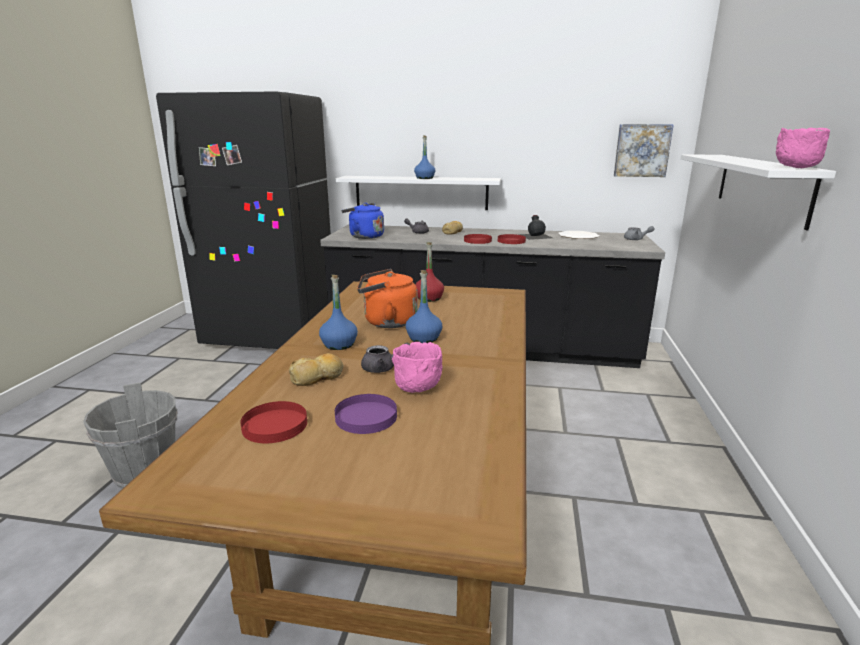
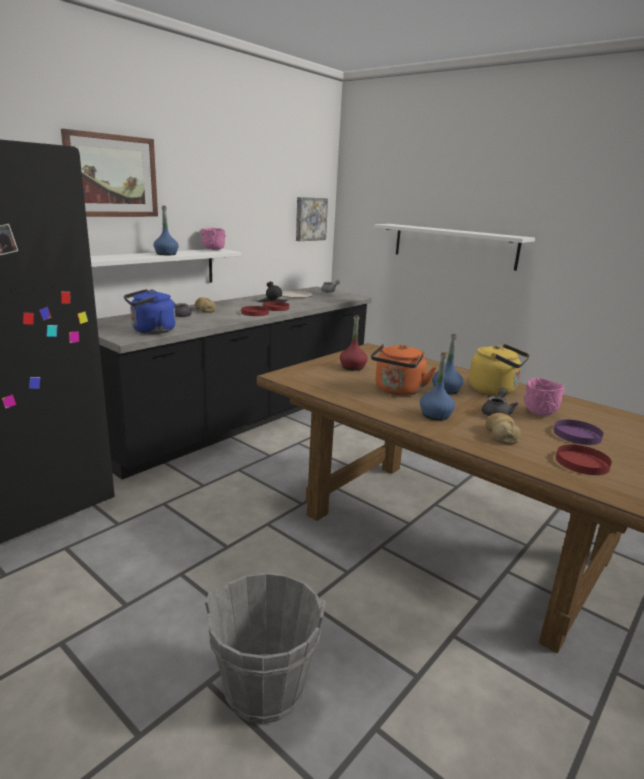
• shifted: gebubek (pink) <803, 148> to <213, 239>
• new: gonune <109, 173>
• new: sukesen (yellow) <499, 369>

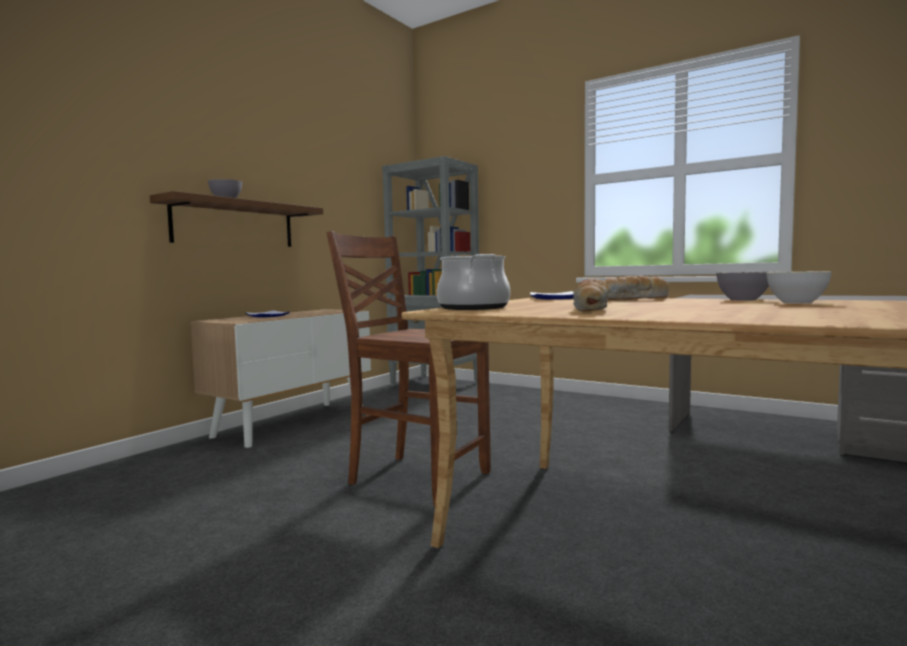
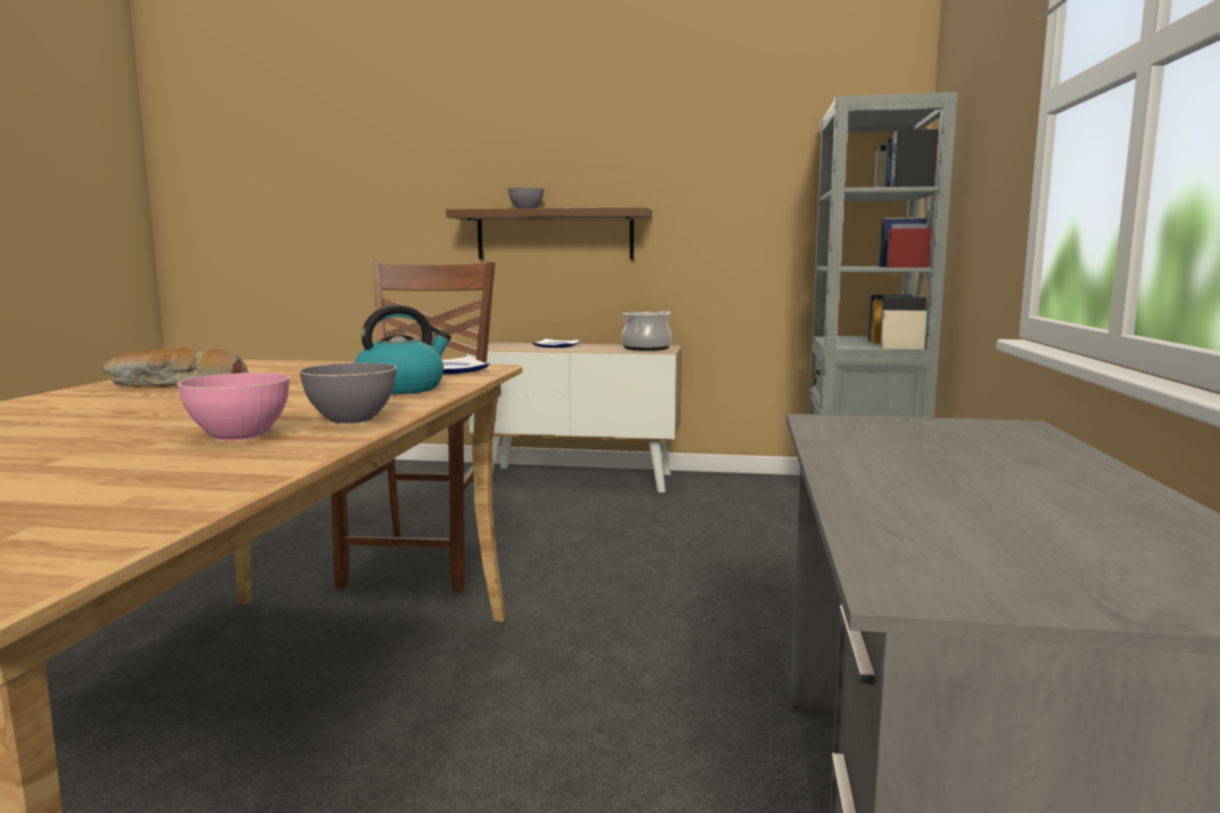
• shifted: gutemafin <473, 282> to <646, 331>
• repainted: gebubek (grey) <799, 287> to gebubek (pink) <233, 407>
• swapped: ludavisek <636, 288> to sukesen <403, 349>

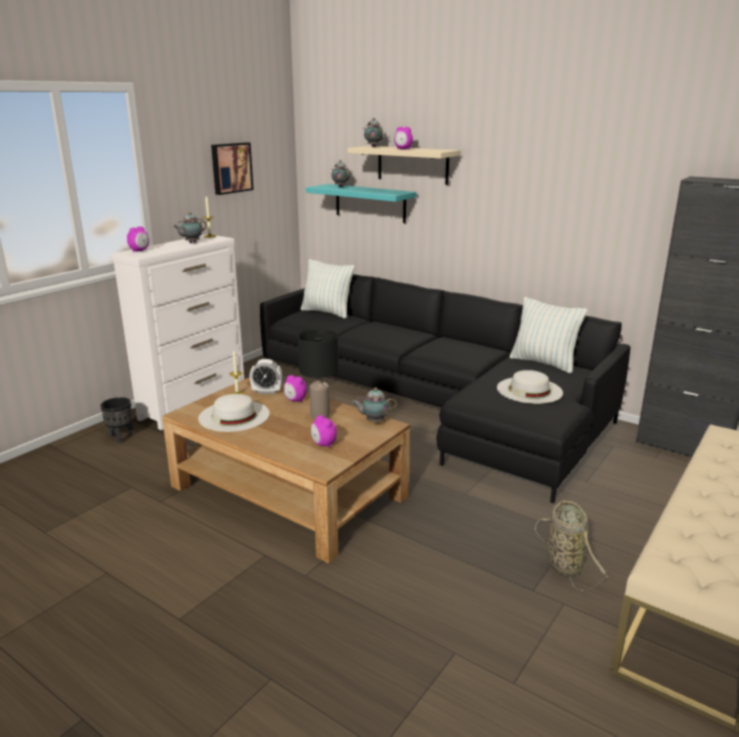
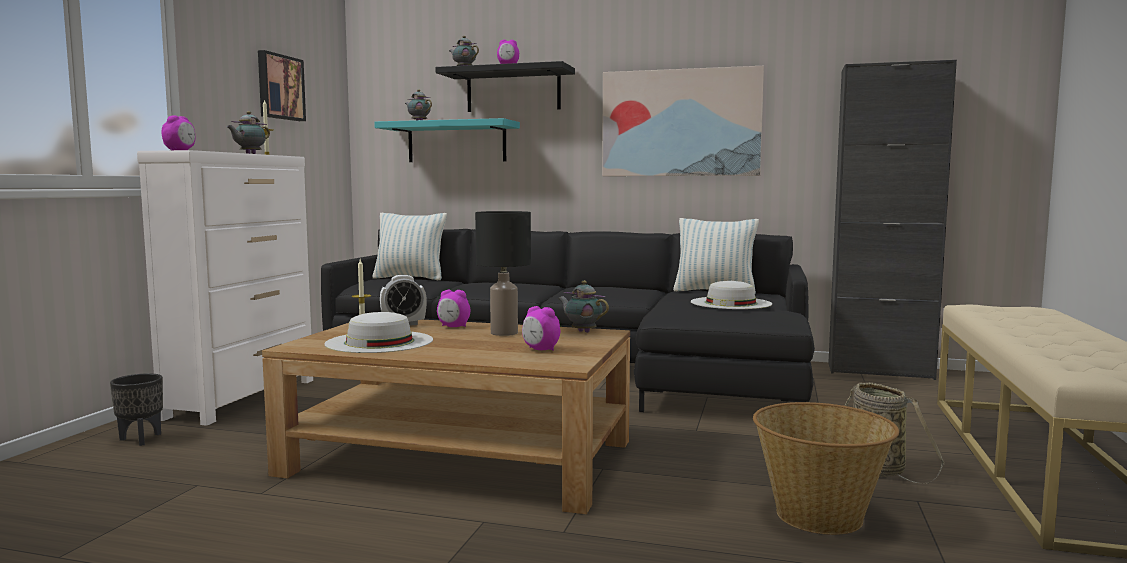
• repainted: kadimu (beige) <404, 165> to kadimu (black) <505, 86>
• rotated: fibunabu <374, 404> = <583, 307> 60 degrees clockwise
• new: gonune <683, 121>
• new: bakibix <826, 468>

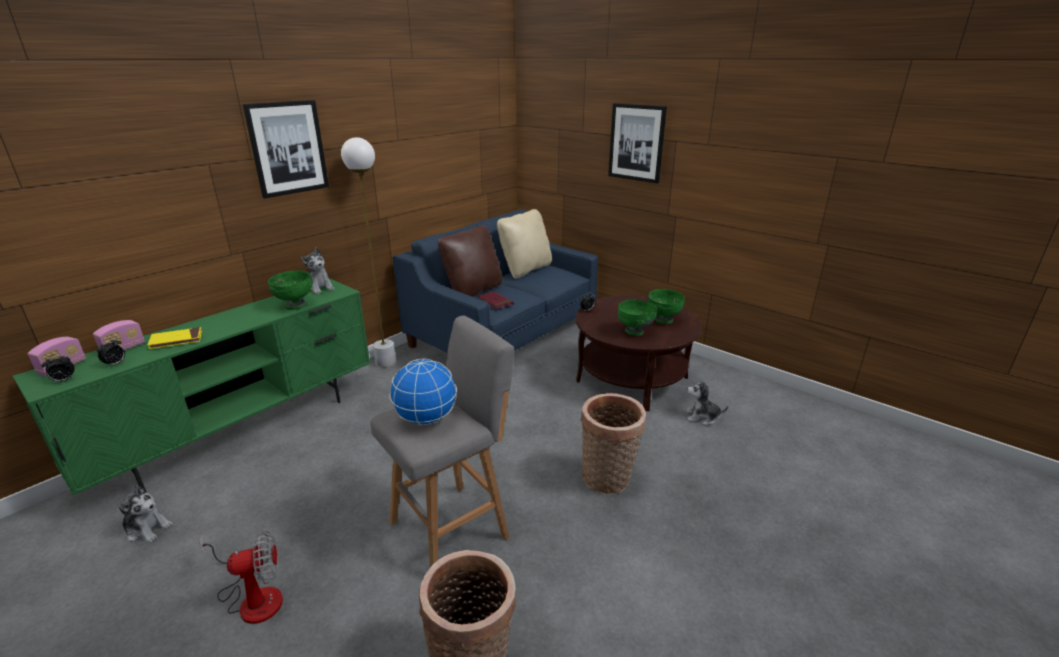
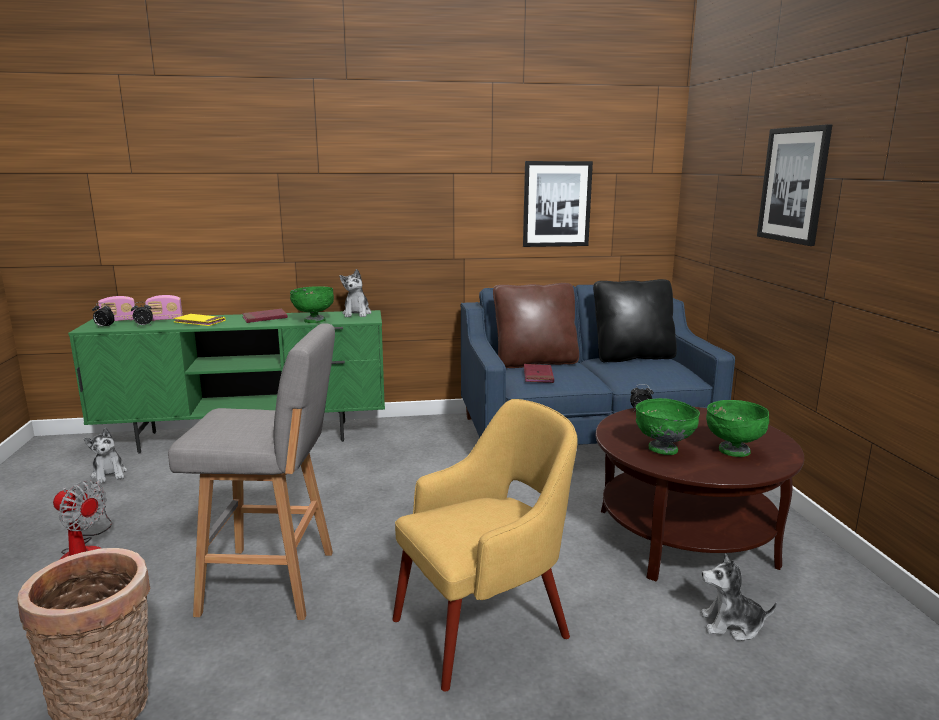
• shifted: gonune <286, 149> to <558, 204>
• gone: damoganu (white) <368, 252>
• repainted: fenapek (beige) <524, 244> to fenapek (black) <635, 320>
• gone: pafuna <423, 392>
• rotated: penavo <708, 401> = <739, 597> 45 degrees counterclockwise
• swapped: bakibix <613, 443> to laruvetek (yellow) <485, 545>
• new: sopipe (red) <265, 316>

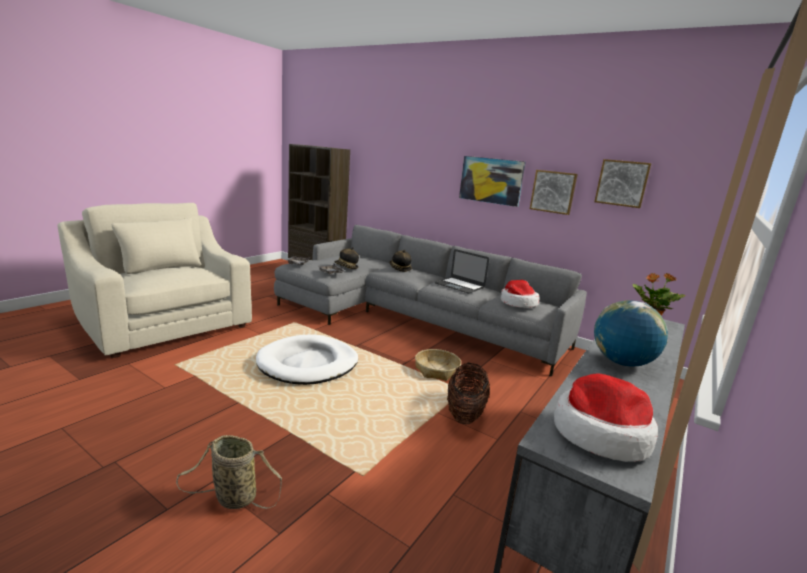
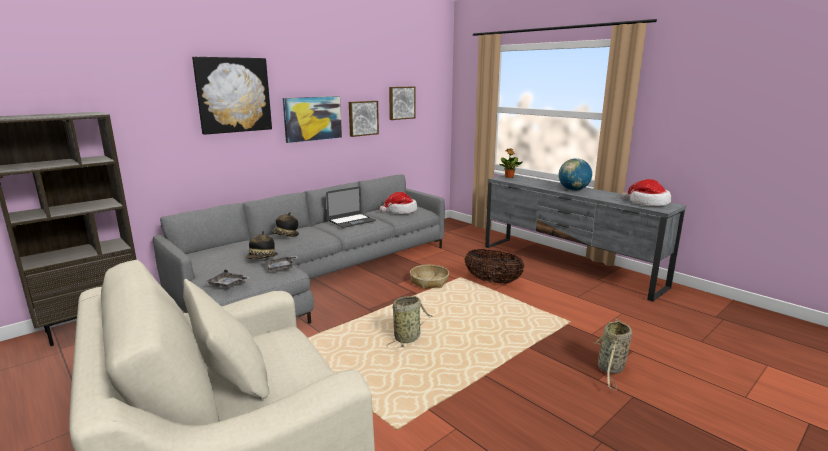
• swapped: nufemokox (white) <307, 360> to bakibix <409, 322>
• new: gonune <232, 96>

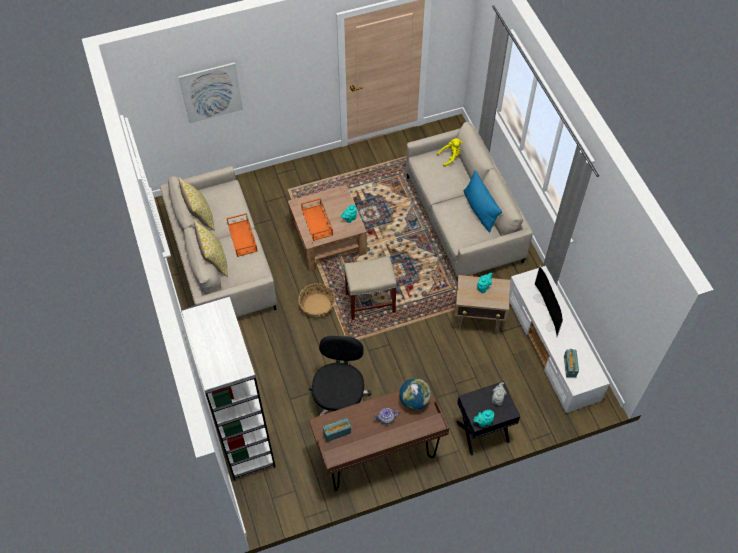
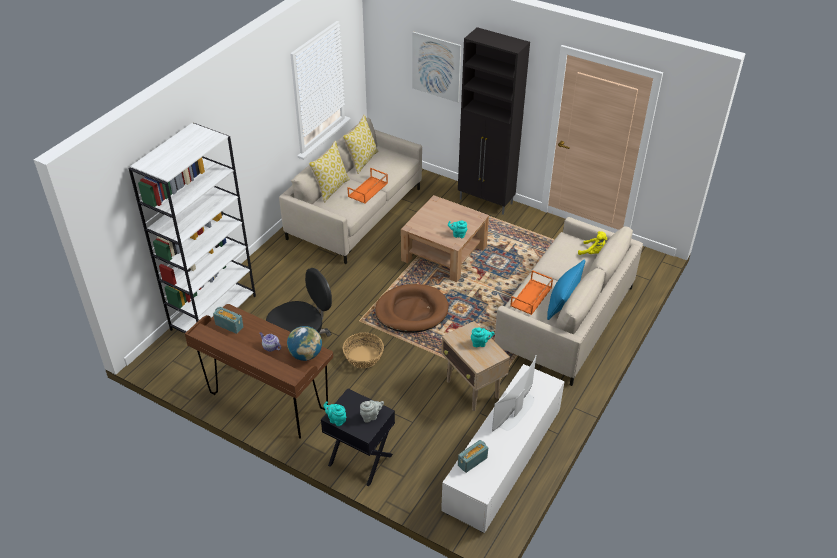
• shifted: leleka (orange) <317, 219> to <531, 292>
• swapped: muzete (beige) <370, 288> to nufemokox (brown) <412, 308>
• shifted: bakibix <316, 300> to <363, 350>
• new: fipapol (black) <494, 121>

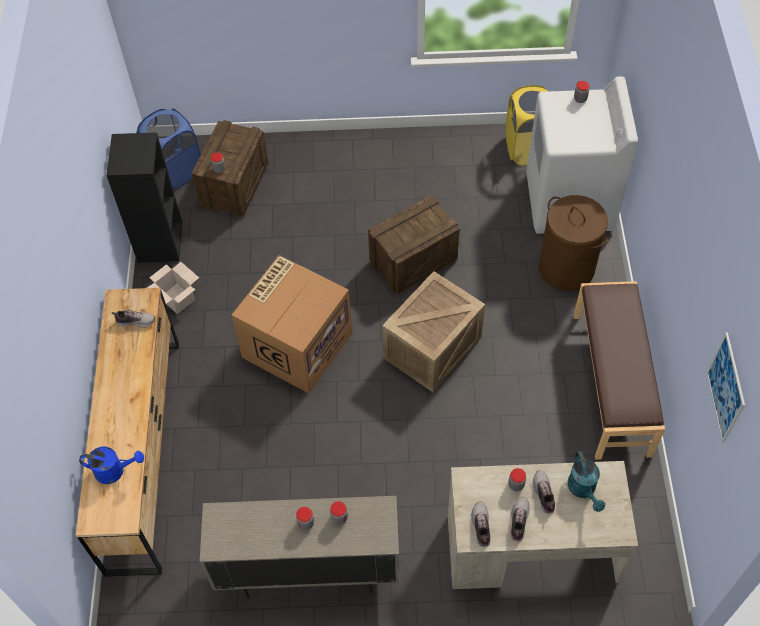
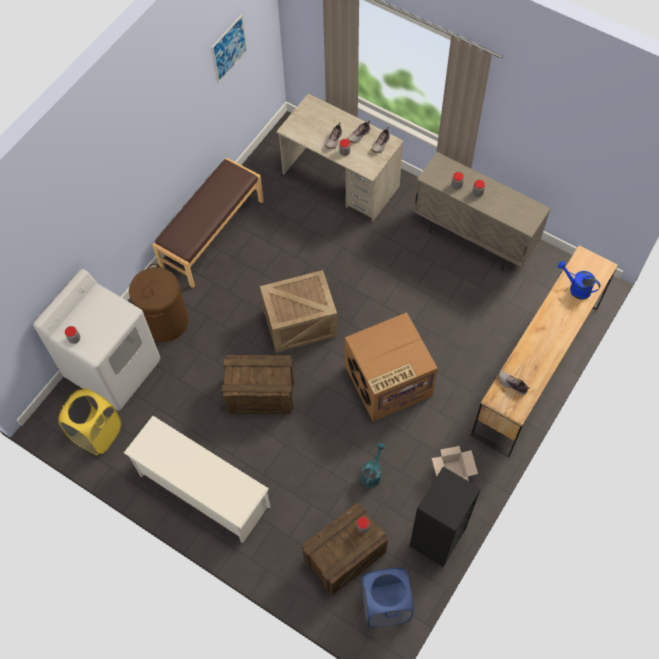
• shifted: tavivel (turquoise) <586, 481> to <373, 465>
• new: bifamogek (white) <197, 479>

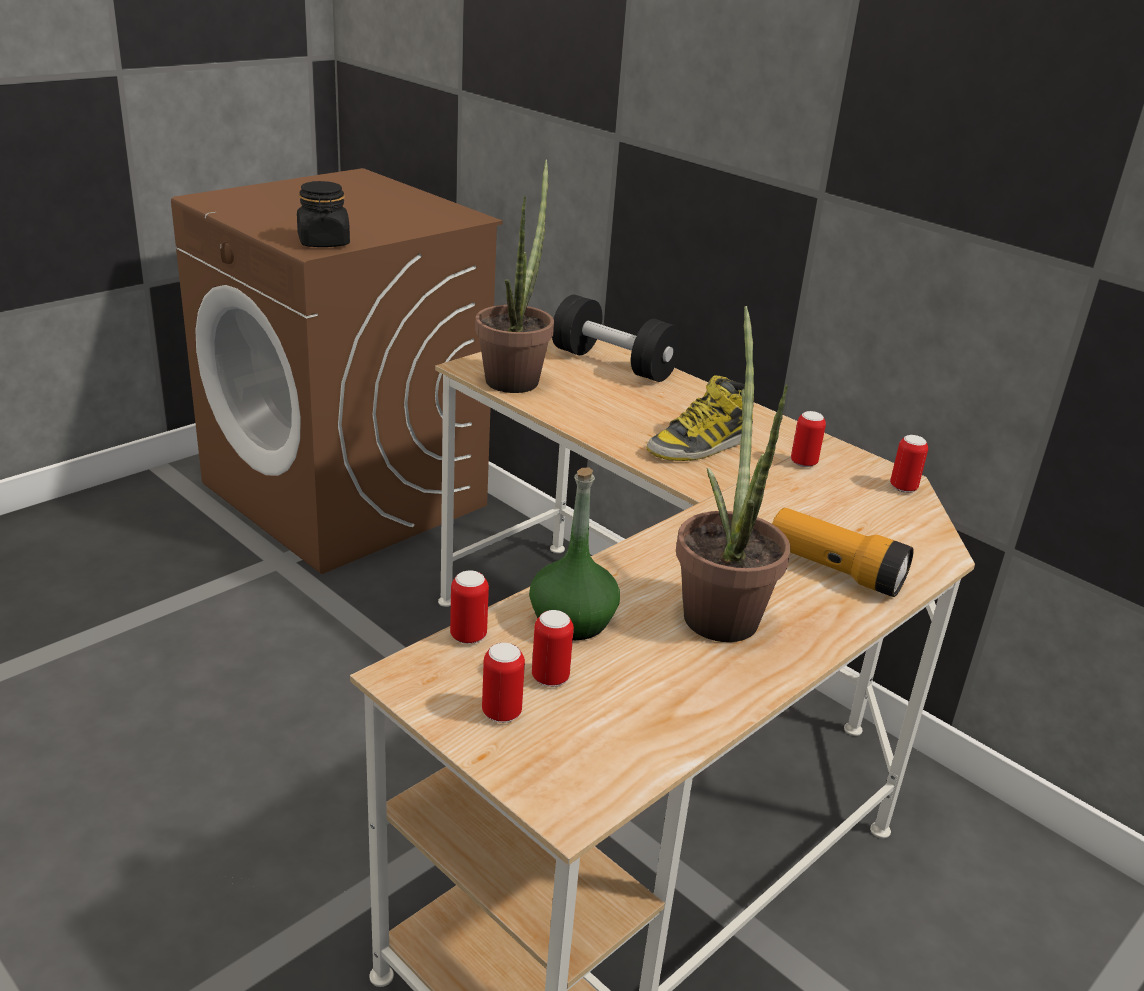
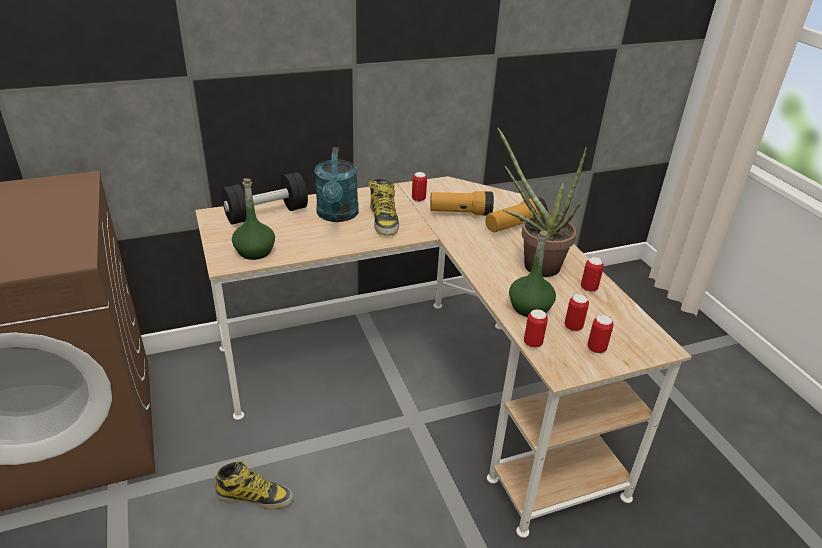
• swapped: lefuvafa <514, 276> to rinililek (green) <253, 219>
• gone: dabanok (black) <323, 214>
• shifted: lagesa <909, 464> to <592, 274>
• new: tavivel (turquoise) <336, 184>
• new: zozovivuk <462, 203>
• new: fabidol <255, 485>

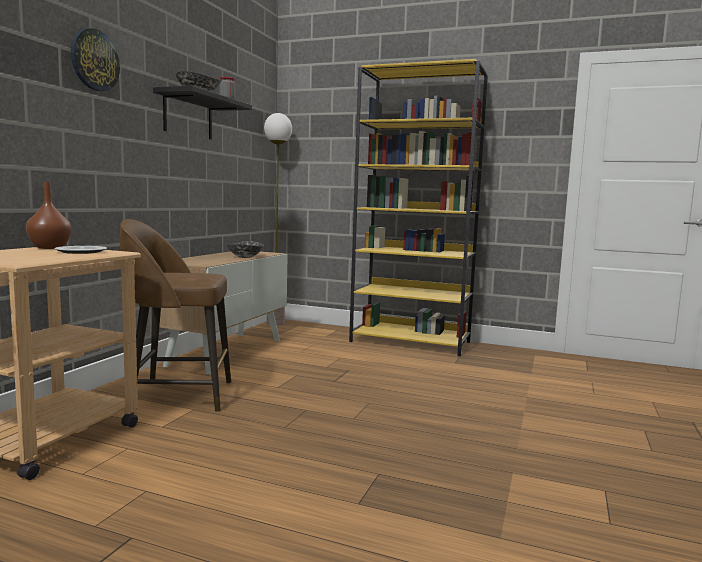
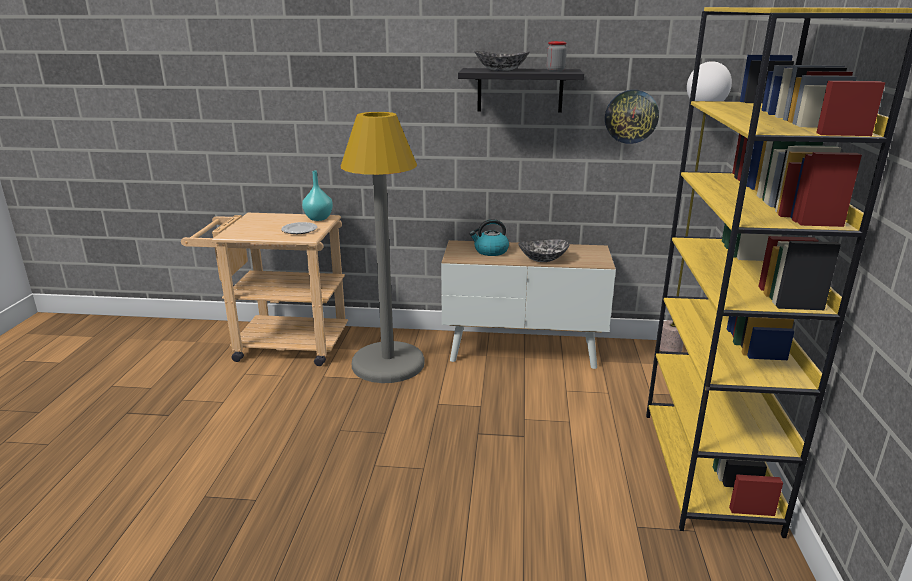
• shifted: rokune <95, 59> to <632, 117>
• repainted: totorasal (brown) <48, 215> to totorasal (turquoise) <317, 196>
• swapped: muzete (brown) <175, 315> to damoganu (grey) <383, 247>
• new: sukesen <489, 237>

